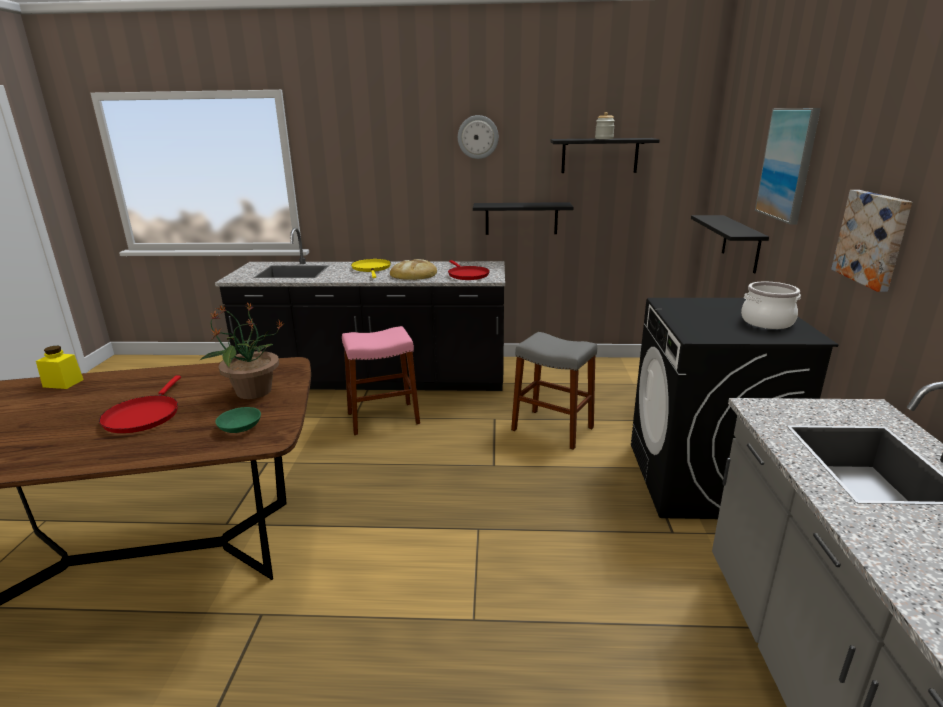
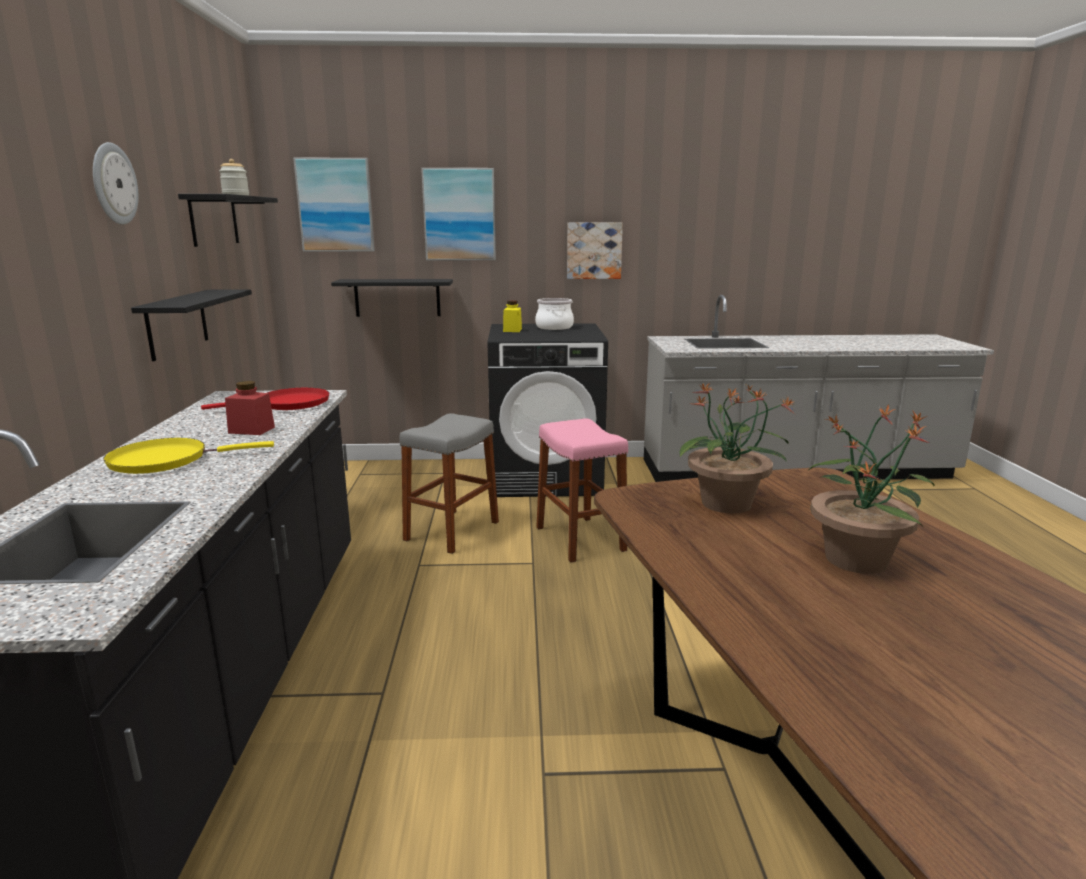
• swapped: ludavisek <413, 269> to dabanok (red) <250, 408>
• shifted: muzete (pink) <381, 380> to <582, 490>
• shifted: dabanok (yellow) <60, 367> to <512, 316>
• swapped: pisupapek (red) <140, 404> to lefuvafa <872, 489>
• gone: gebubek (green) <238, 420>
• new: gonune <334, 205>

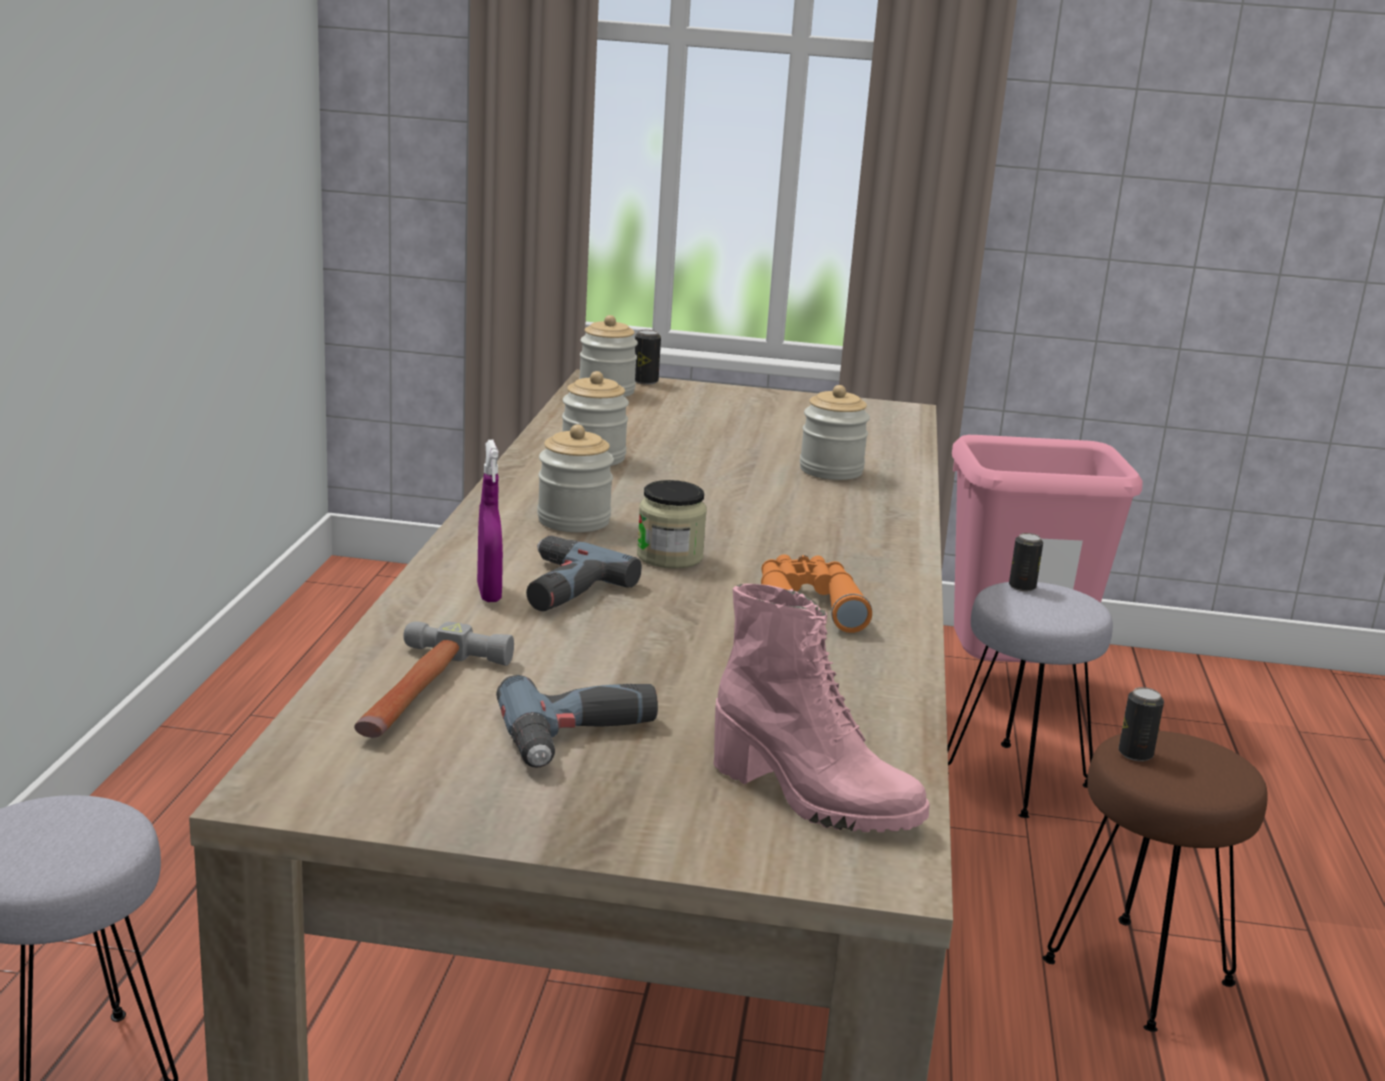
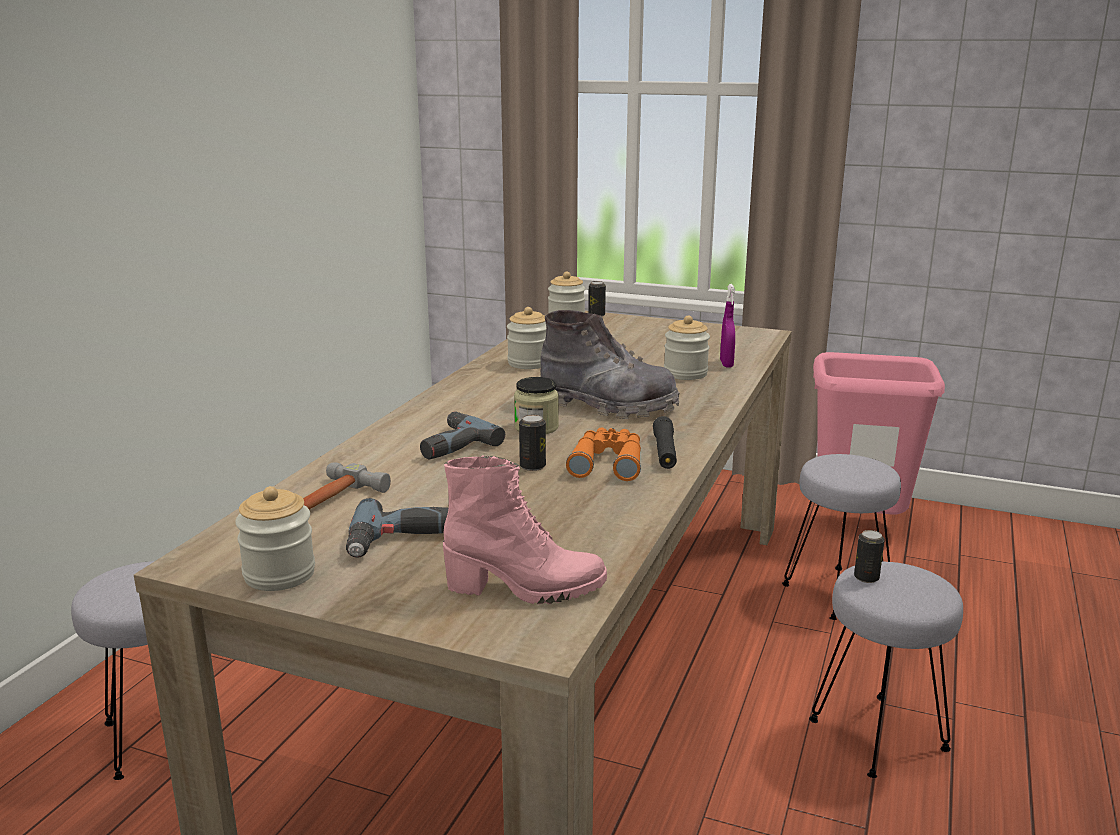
• shifted: dabanok <575, 478> to <275, 538>
• shifted: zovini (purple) <490, 521> to <727, 326>
• shifted: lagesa <1026, 562> to <532, 442>
• rotated: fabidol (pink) <821, 708> = <525, 529> 45 degrees counterclockwise
• repainted: muzete (brown) <1155, 881> to muzete (grey) <886, 670>
• new: fabidol (grey) <610, 364>
• new: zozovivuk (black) <665, 442>

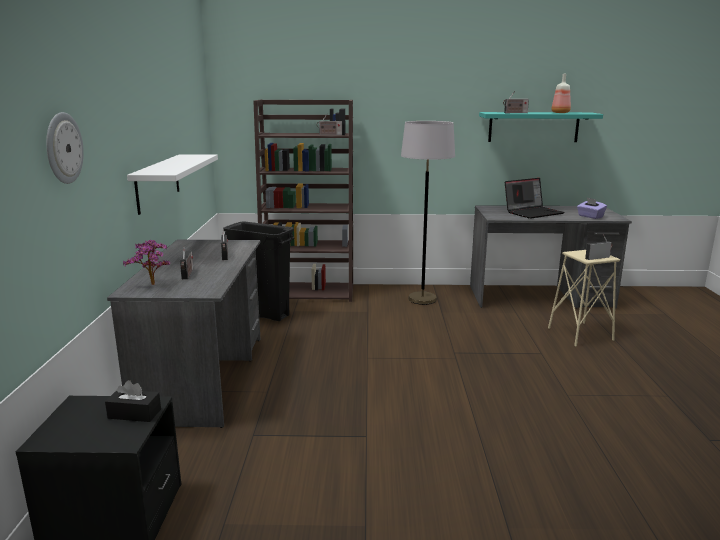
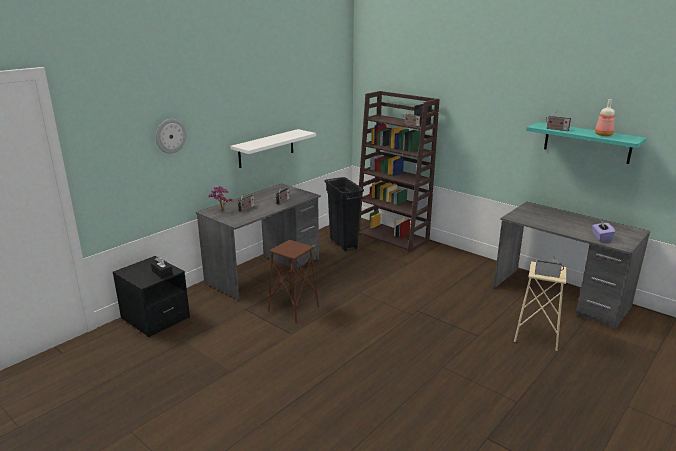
• gone: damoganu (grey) <428, 213>
• gone: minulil <535, 198>
• new: muzete (brown) <293, 281>

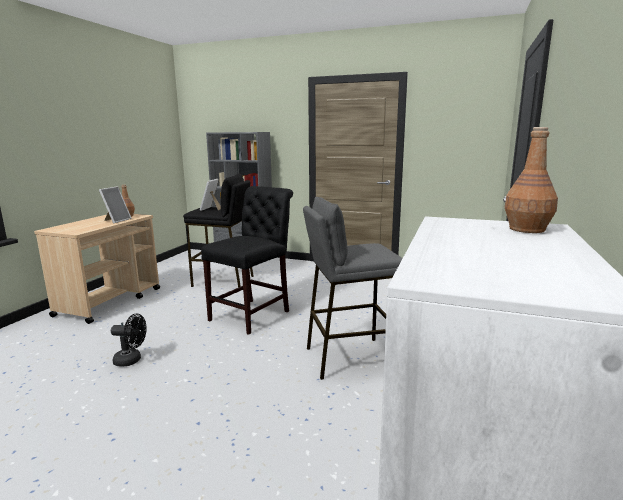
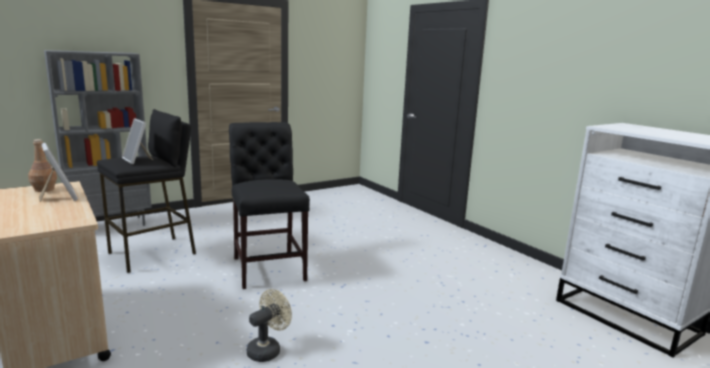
• gone: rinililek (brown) <531, 180>
• gone: muzete (grey) <353, 288>
• repainted: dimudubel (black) <129, 340> to dimudubel (beige) <269, 325>

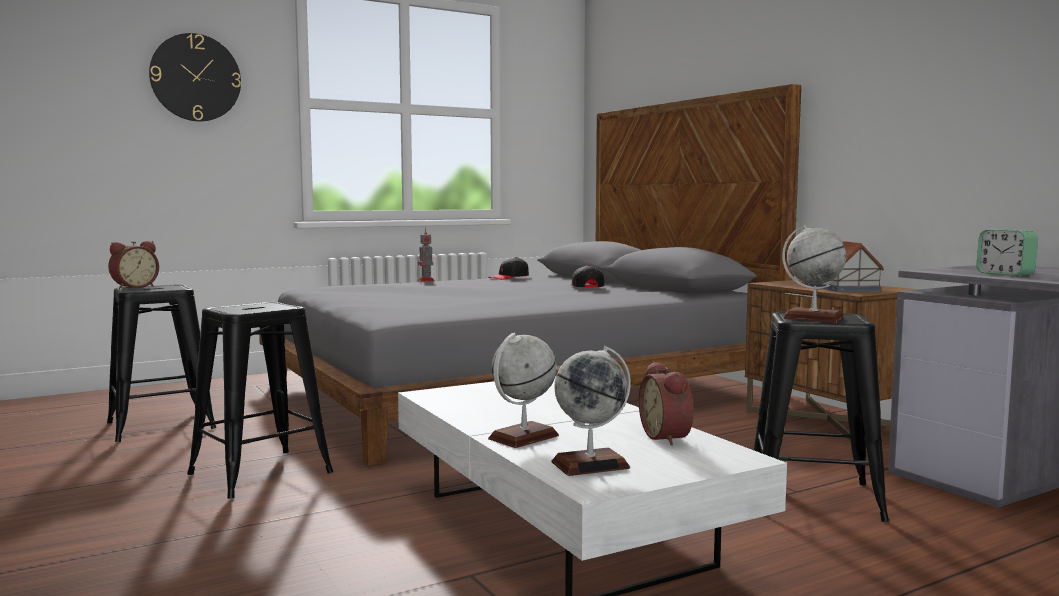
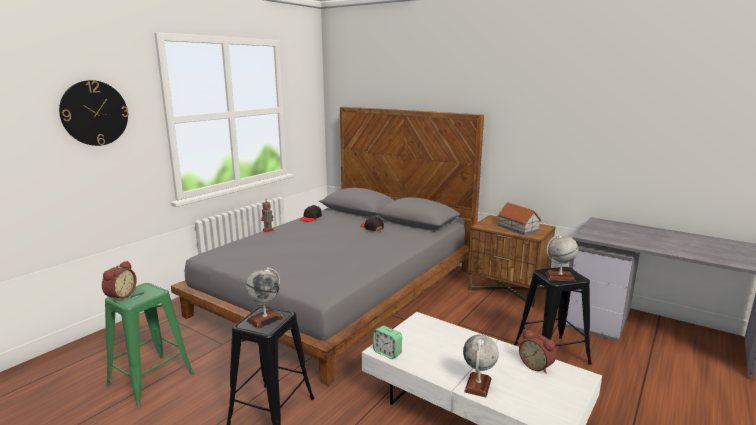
• shifted: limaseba <1007, 252> to <387, 342>
• repainted: muzete (black) <161, 363> to muzete (green) <149, 345>
• shifted: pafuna <591, 411> to <264, 298>

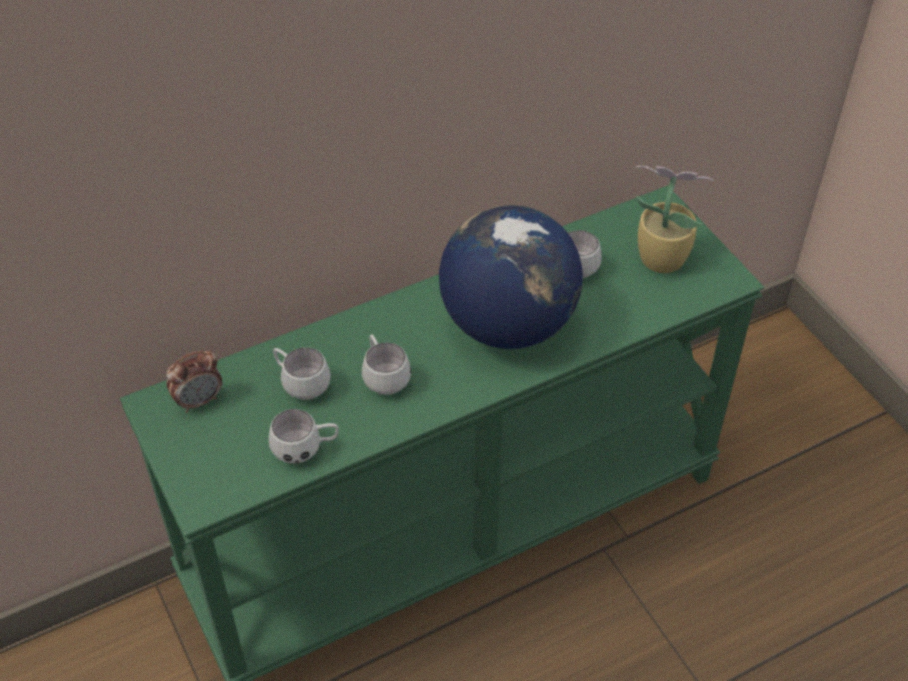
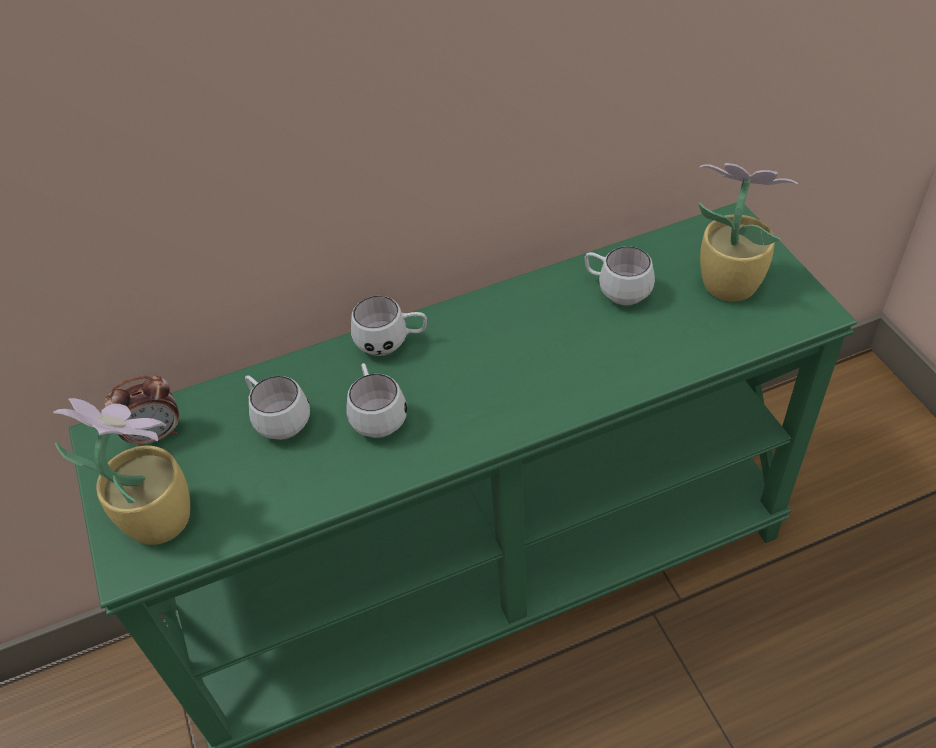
• gone: pafuna <511, 277>
• shifted: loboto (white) <304, 436> to <389, 326>
• new: lefuvafa <121, 471>

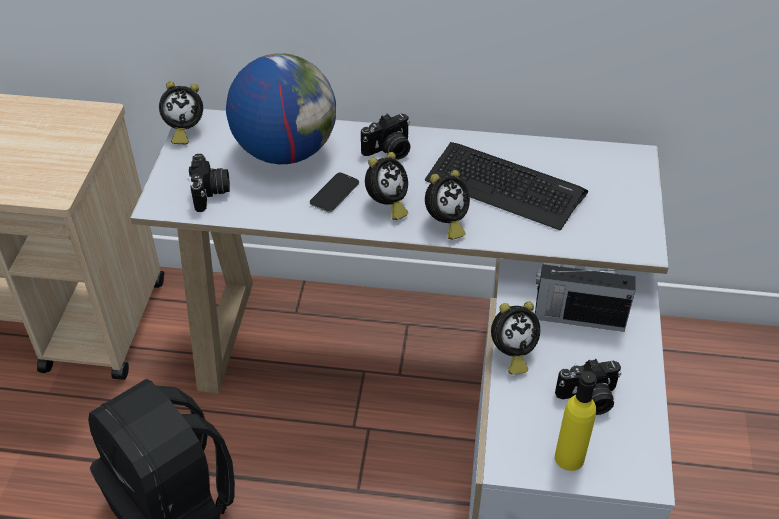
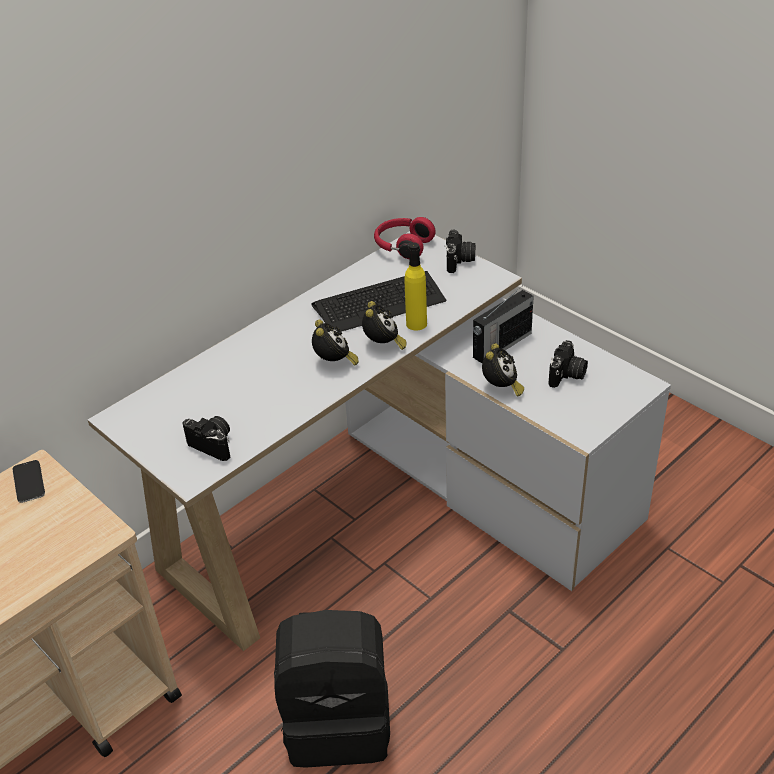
• gone: pafuna <281, 109>
• gone: limaseba <181, 112>
• shifted: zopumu <386, 136> to <460, 251>
• shifted: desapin <334, 192> to <29, 481>
• shifted: rinililek (yellow) <576, 421> to <416, 287>
• new: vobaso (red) <405, 238>

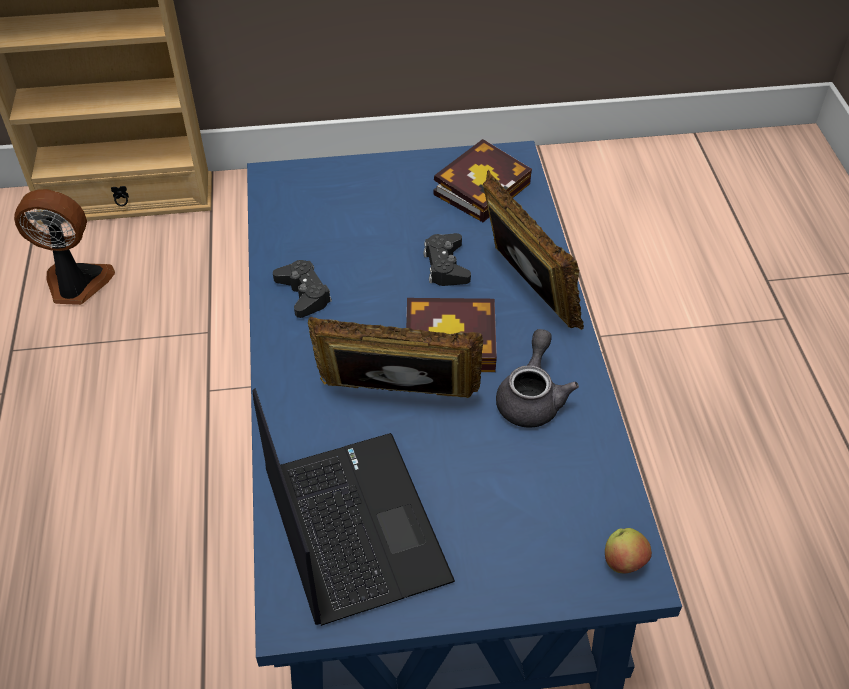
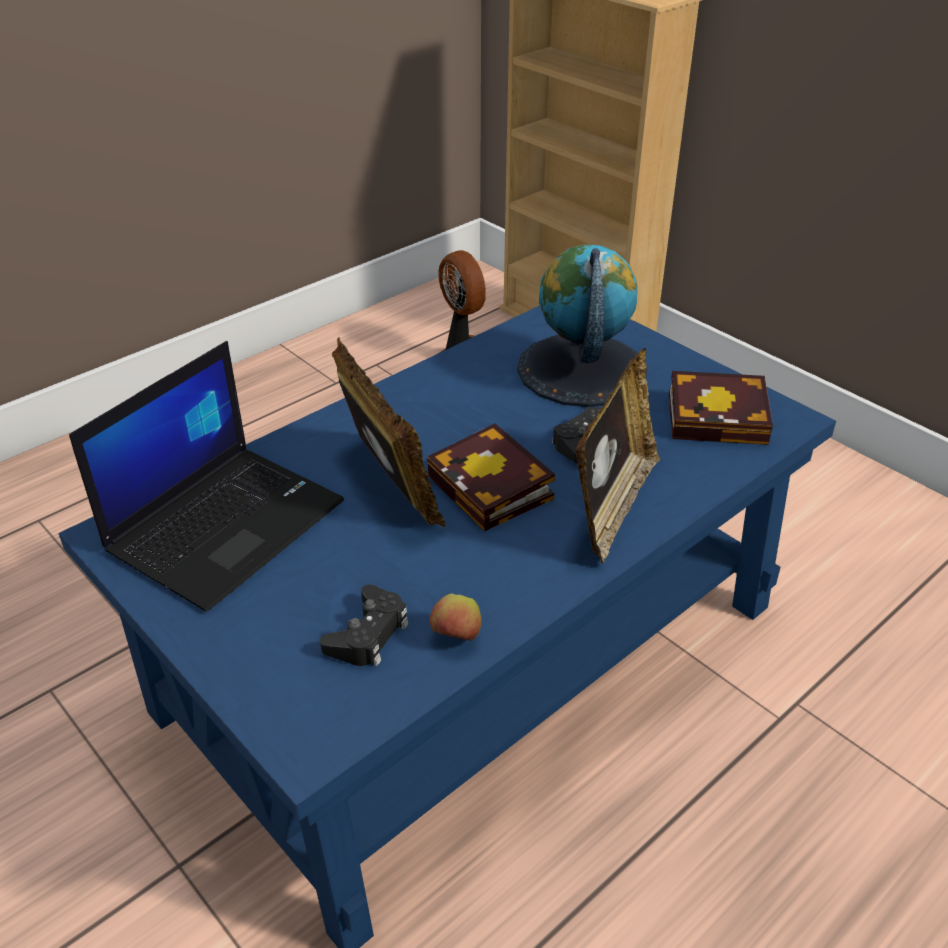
• shifted: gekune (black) <302, 289> to <364, 625>
• gone: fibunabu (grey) <537, 378>
• shifted: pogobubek <628, 551> to <455, 617>
• new: pafuna <582, 325>

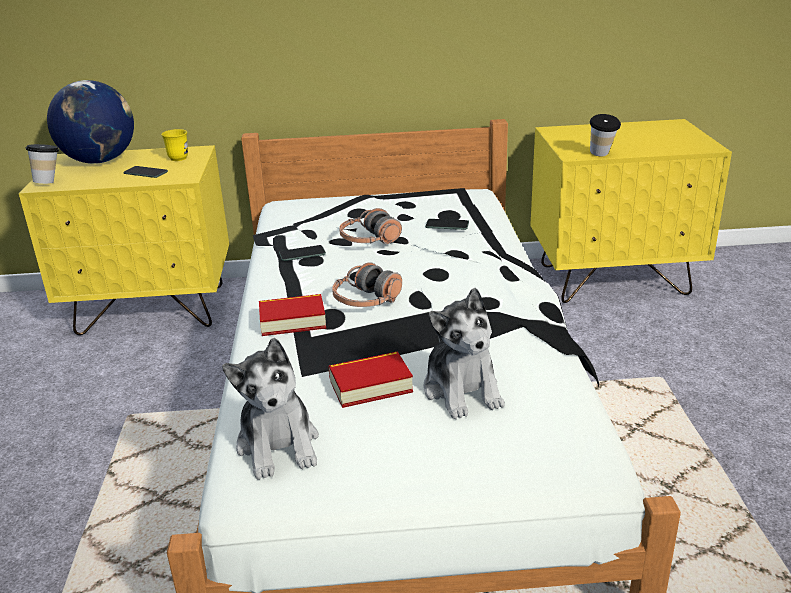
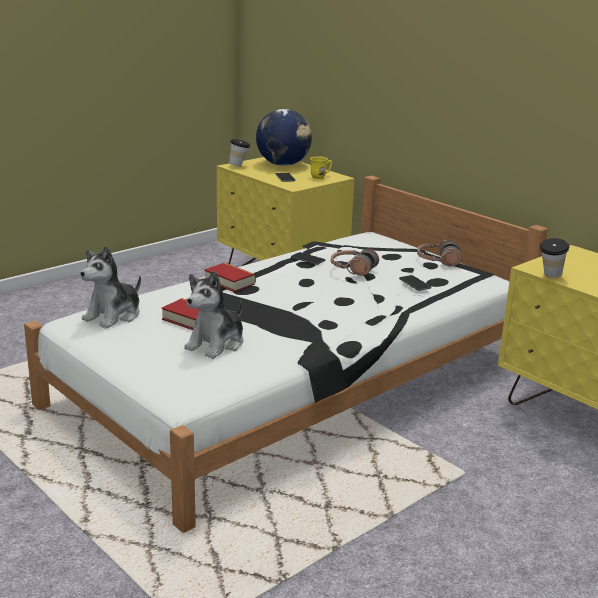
• shifted: vobaso <367, 284> to <439, 253>

